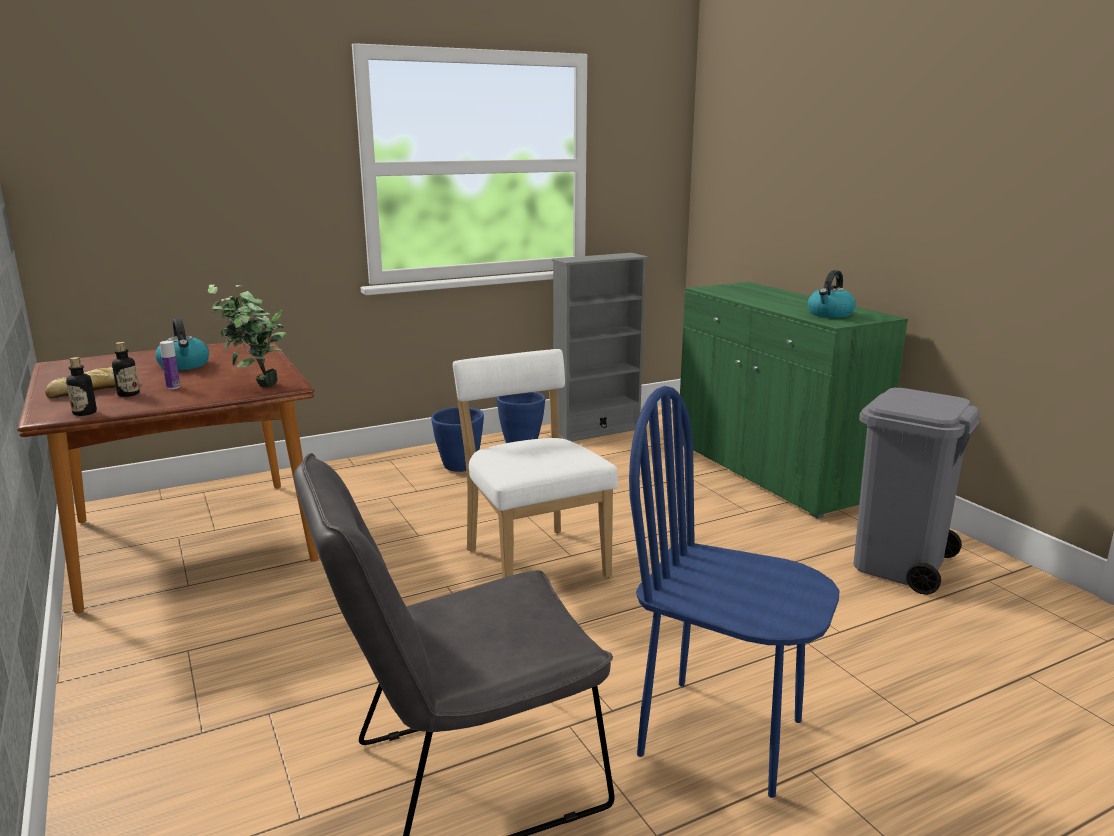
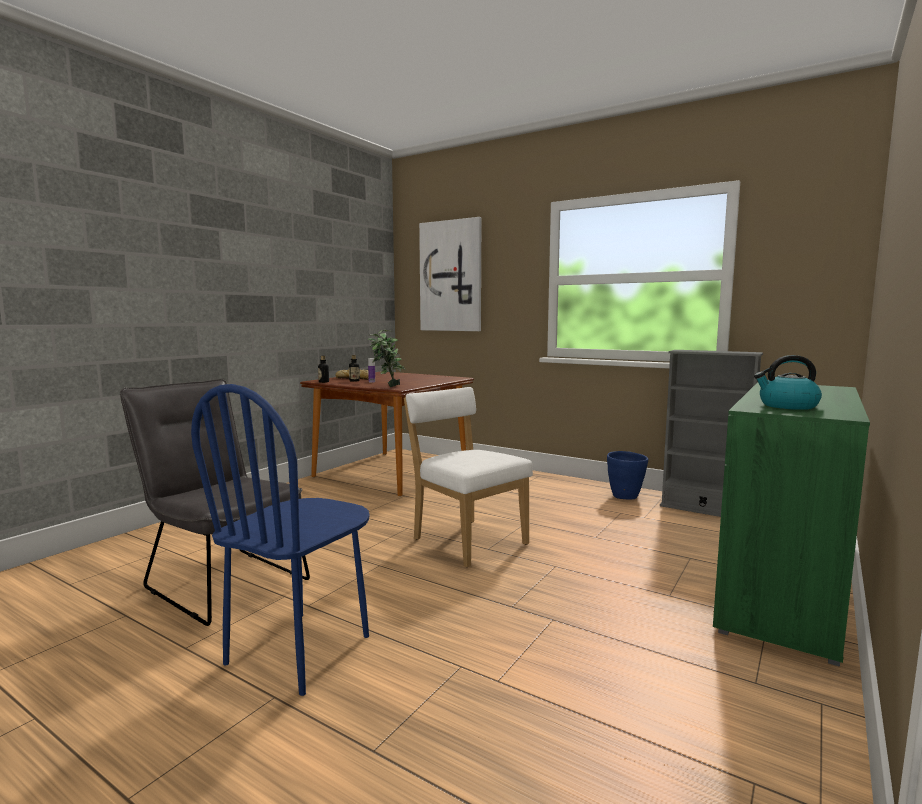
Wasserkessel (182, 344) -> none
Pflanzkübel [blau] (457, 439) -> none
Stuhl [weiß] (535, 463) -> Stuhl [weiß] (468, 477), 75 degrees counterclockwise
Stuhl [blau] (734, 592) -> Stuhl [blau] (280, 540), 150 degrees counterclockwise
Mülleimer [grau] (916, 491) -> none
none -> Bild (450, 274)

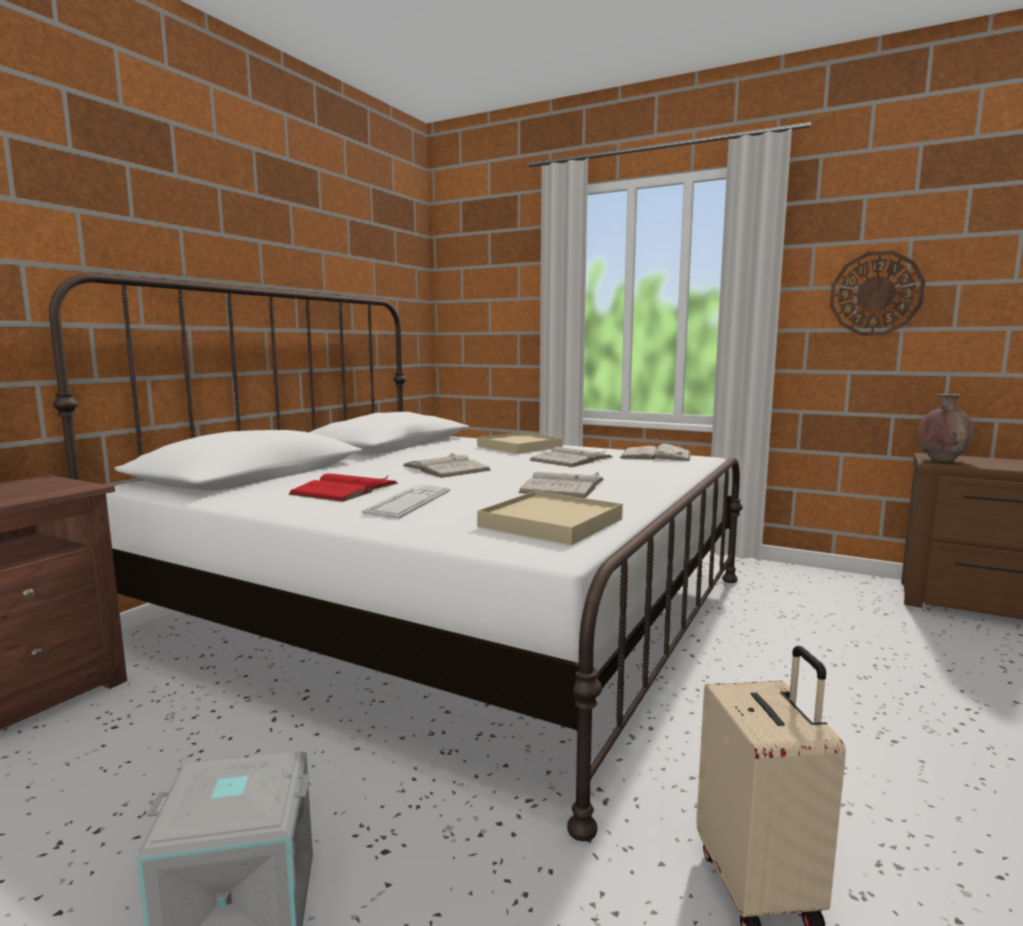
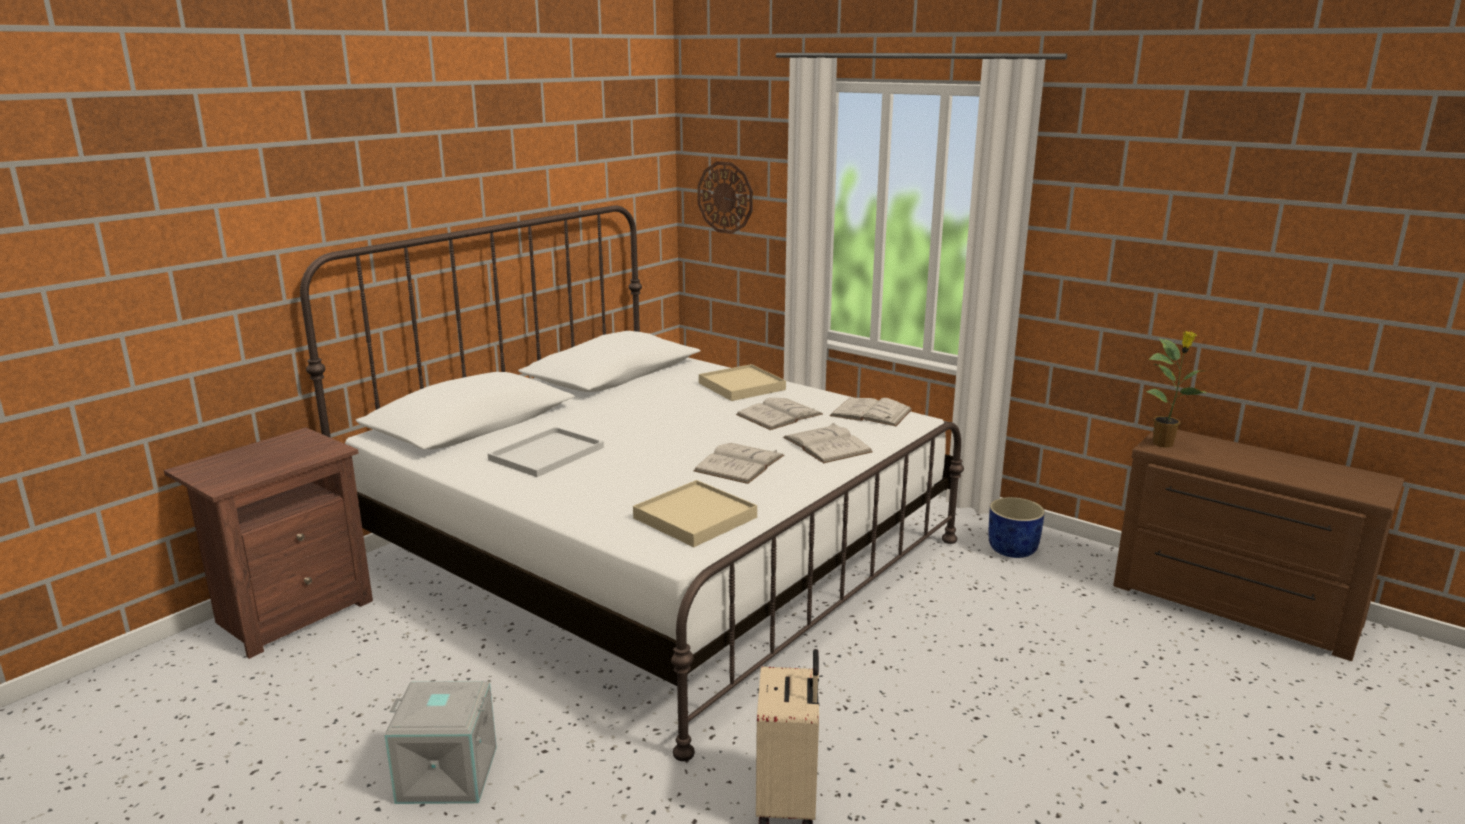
Buch [rot] (343, 488) -> Tablett [weiß] (546, 452)
Tastatur (406, 502) -> none
Buch [weiß] (446, 465) -> Buch [weiß] (828, 443), moved
Wanduhr (878, 293) -> Wanduhr (725, 197), moved
Vase [braun] (945, 428) -> Topfpflanze (1175, 389)
none -> Pflanzkübel [blau] (1016, 527)

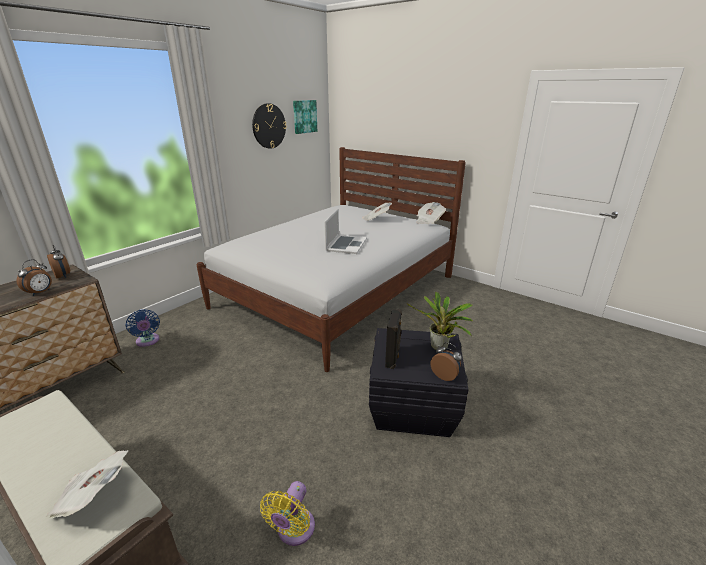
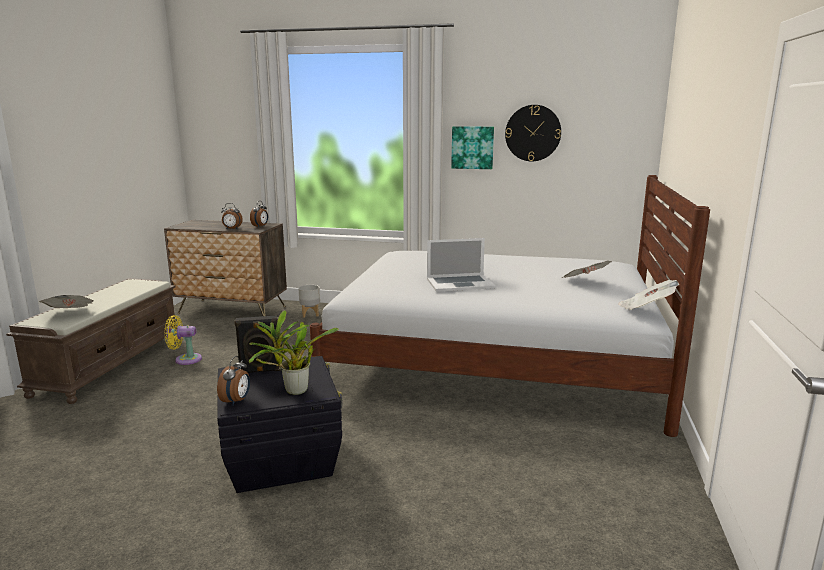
Ventilator [blau] (143, 328) -> Pflanzkübel [grau] (309, 301)
Ventilator [gelb] (287, 513) -> Ventilator [gelb] (183, 340), moved
Bild (305, 117) -> Bild (472, 147), moved

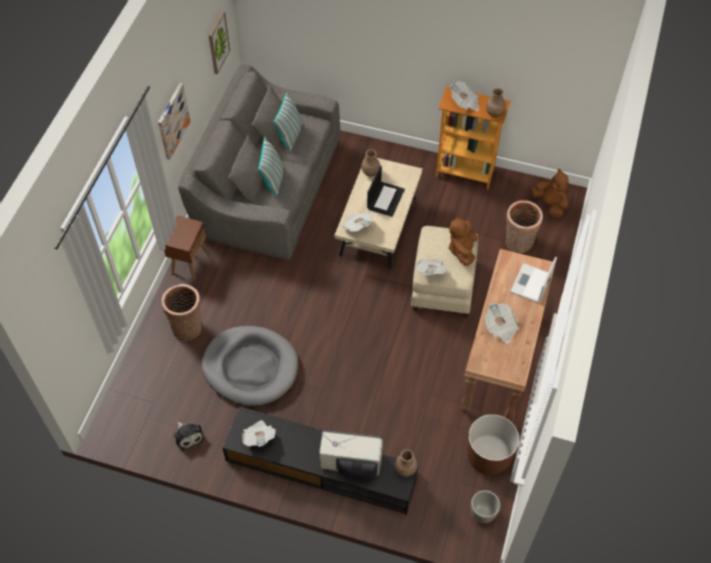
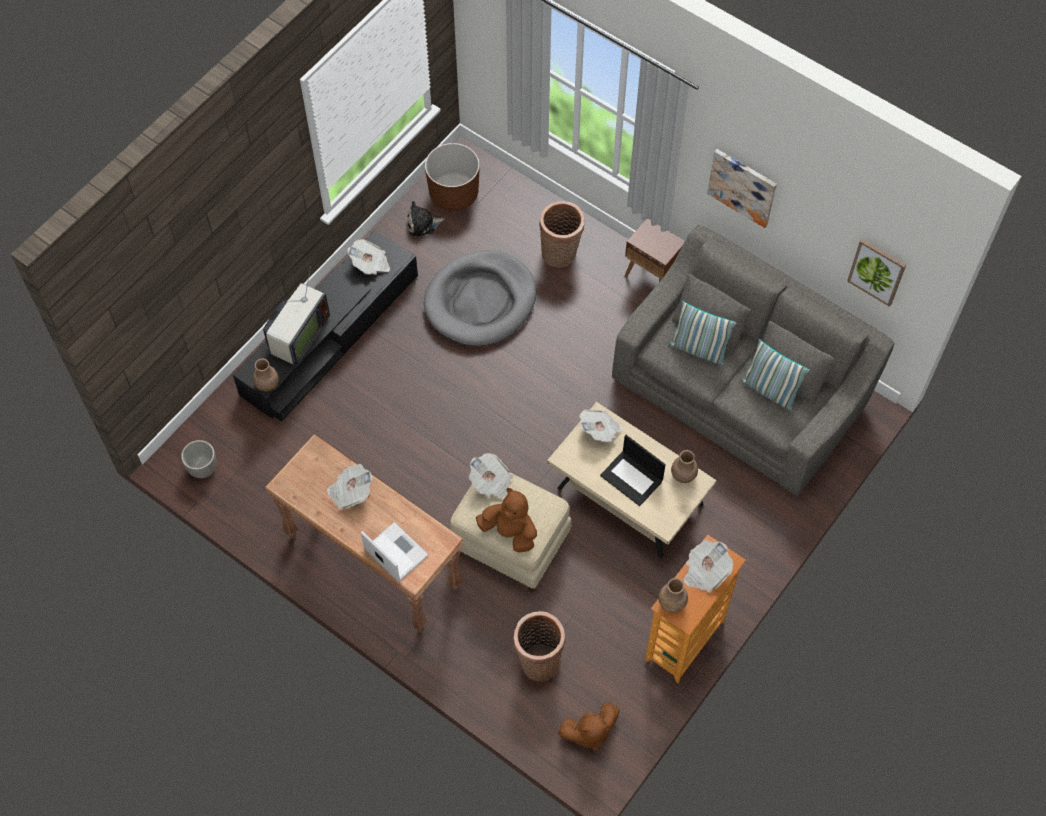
Pflanzkübel [braun] (493, 444) -> Pflanzkübel [braun] (452, 177), moved

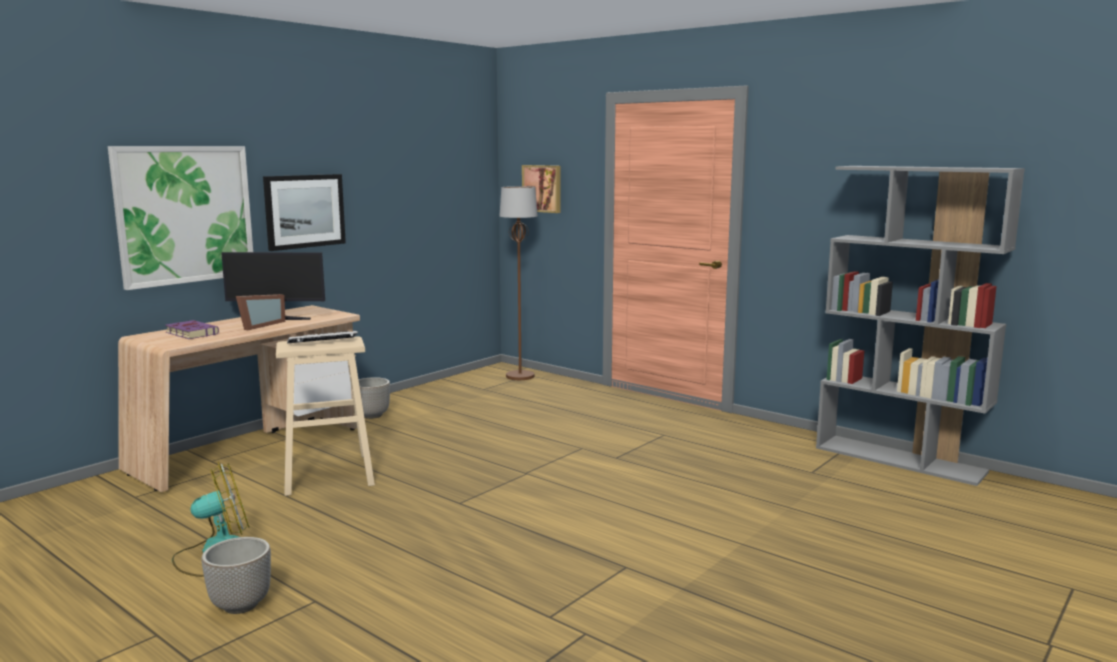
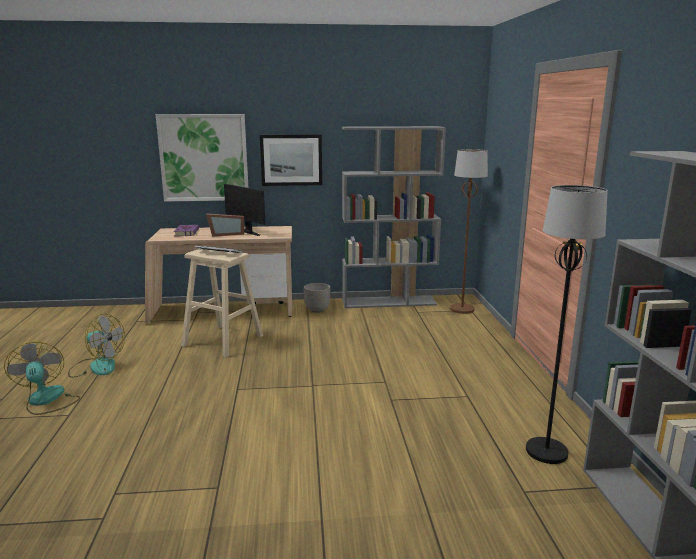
Pflanzkübel (236, 575) -> Ventilator (42, 378)
Bild (541, 189) -> none
none -> Bücherregal [grau] (394, 217)
none -> Stehlampe [schwarz] (567, 324)

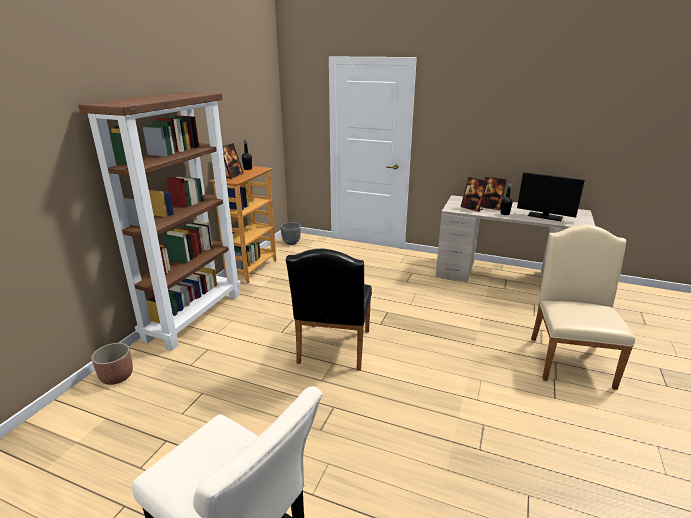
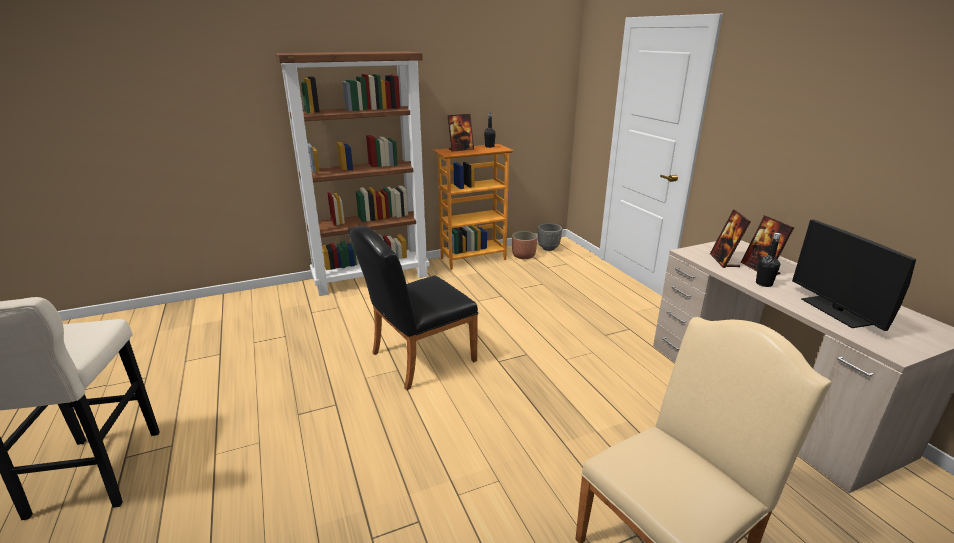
Pflanzkübel (112, 364) -> Pflanzkübel (524, 245), moved

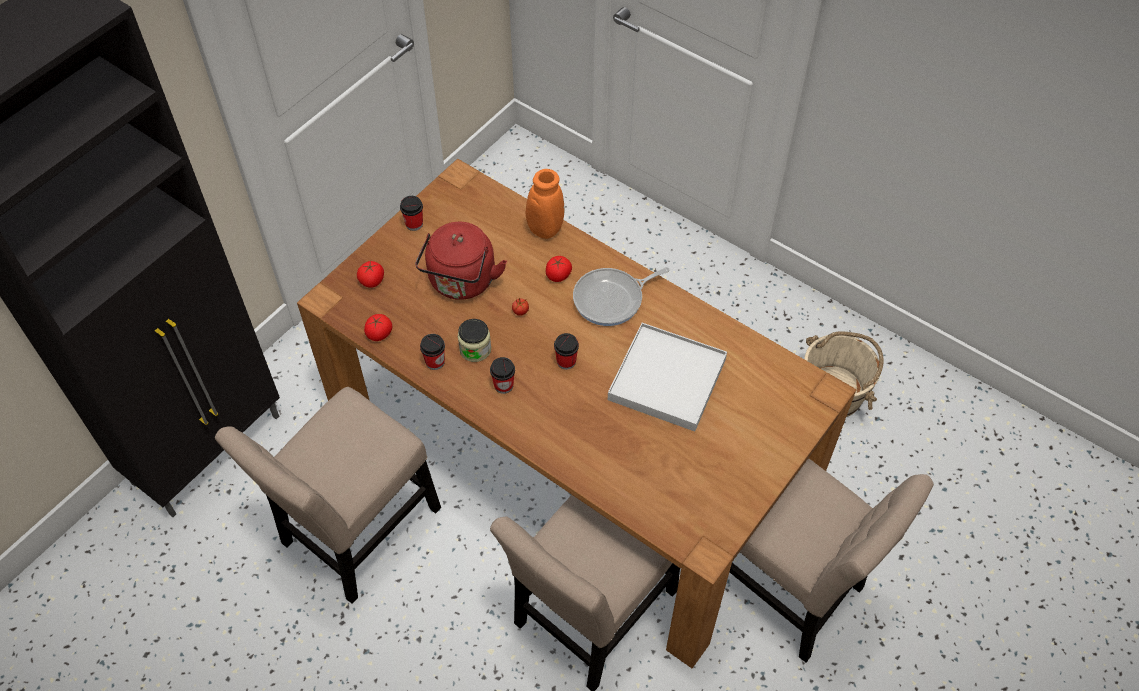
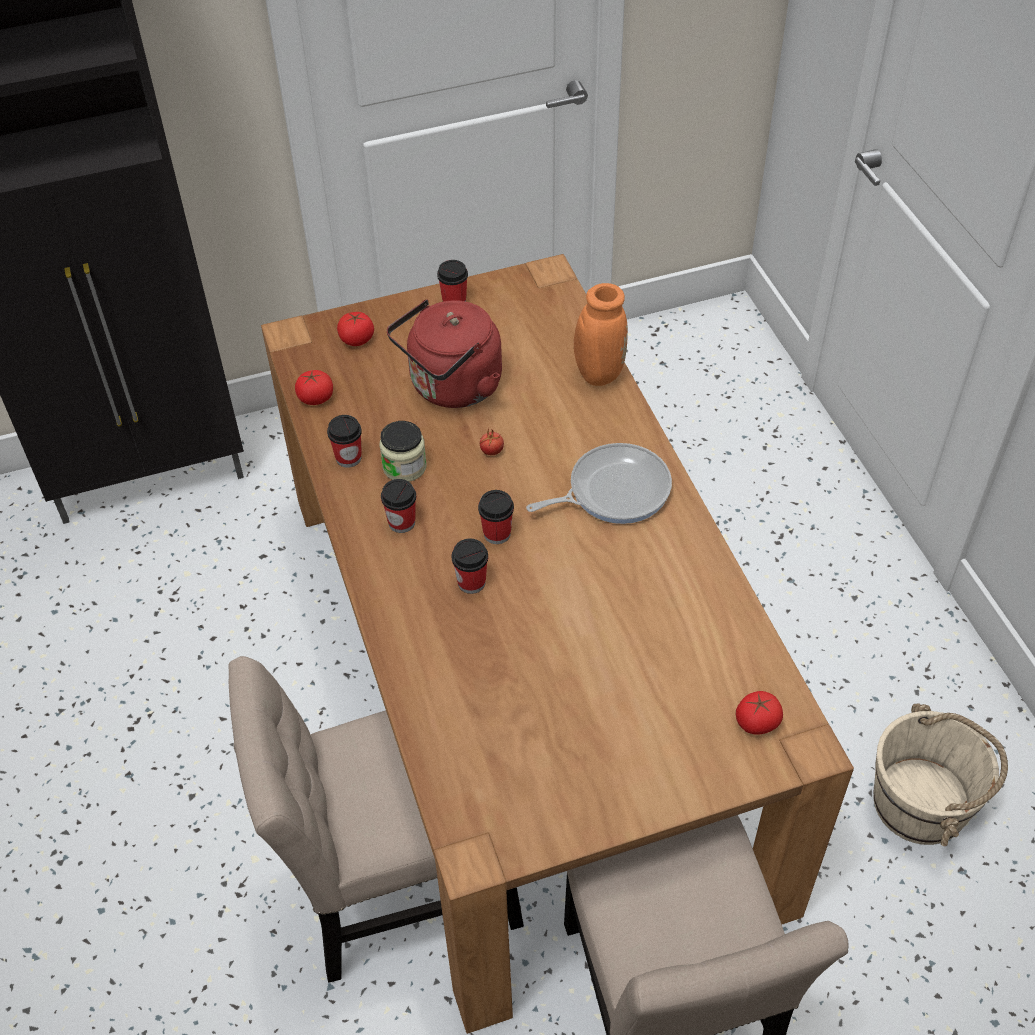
Stuhl [beige] (328, 495) -> none
Tomate (559, 269) -> Tomate (759, 712), moved
Pfanne (621, 296) -> Pfanne (599, 483), 150 degrees clockwise
Tablett [weiß] (667, 377) -> none
none -> Tasse (470, 566)

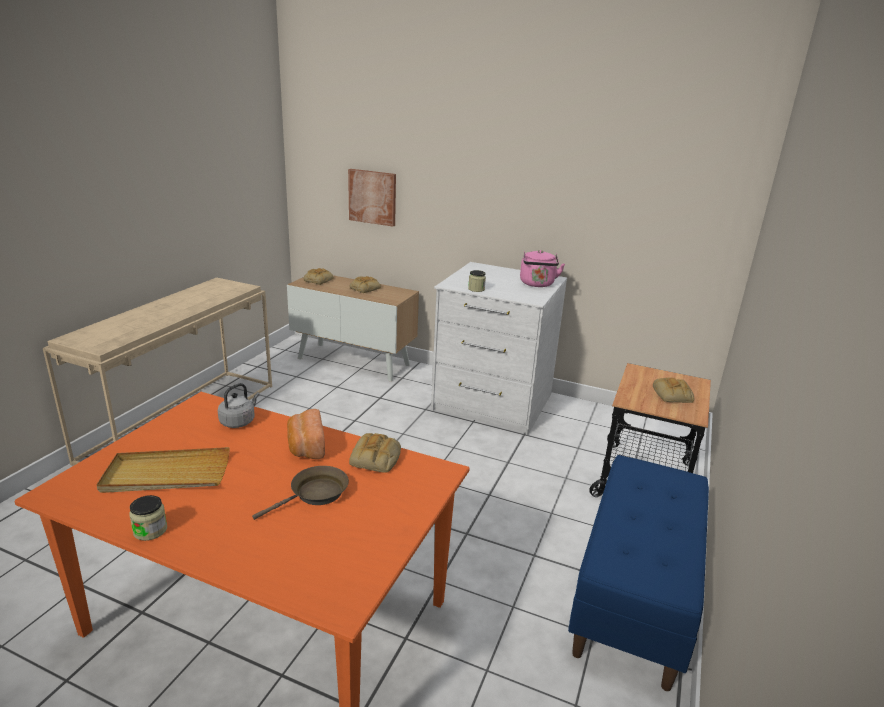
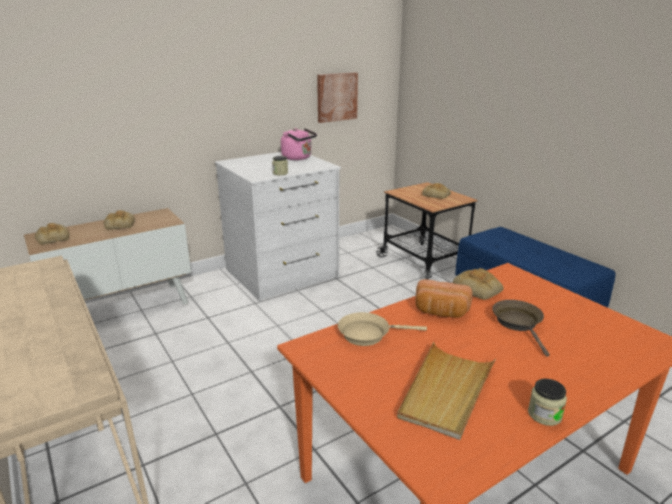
Wasserkessel [grau] (239, 405) -> Pfanne [beige] (382, 329)
Bild (372, 198) -> Bild (337, 97), moved

